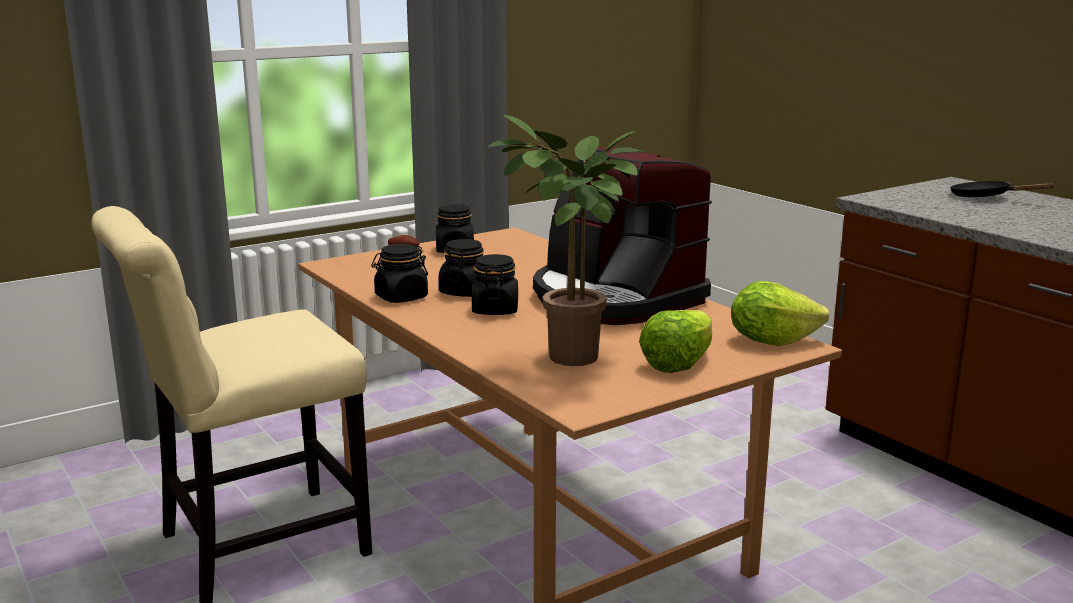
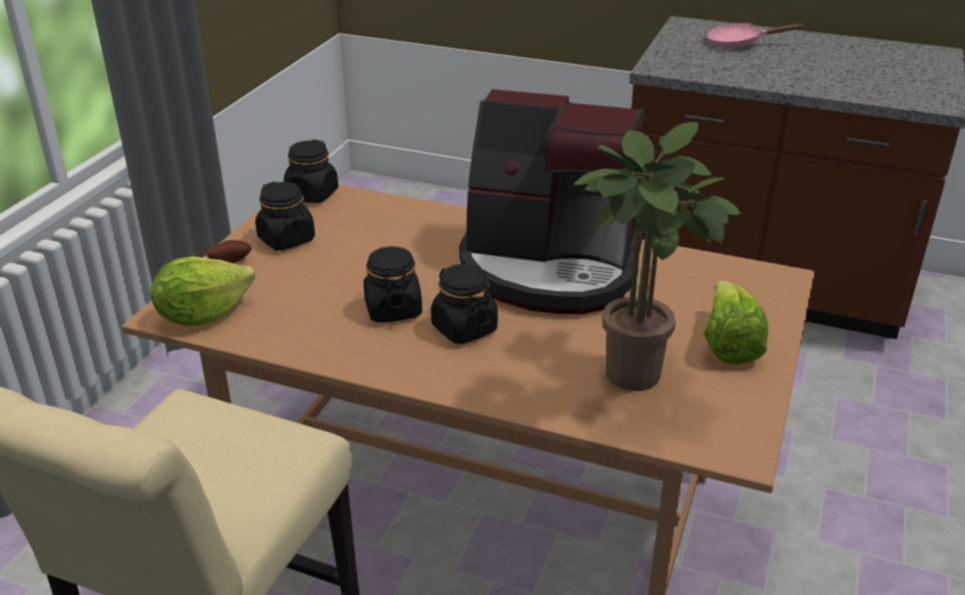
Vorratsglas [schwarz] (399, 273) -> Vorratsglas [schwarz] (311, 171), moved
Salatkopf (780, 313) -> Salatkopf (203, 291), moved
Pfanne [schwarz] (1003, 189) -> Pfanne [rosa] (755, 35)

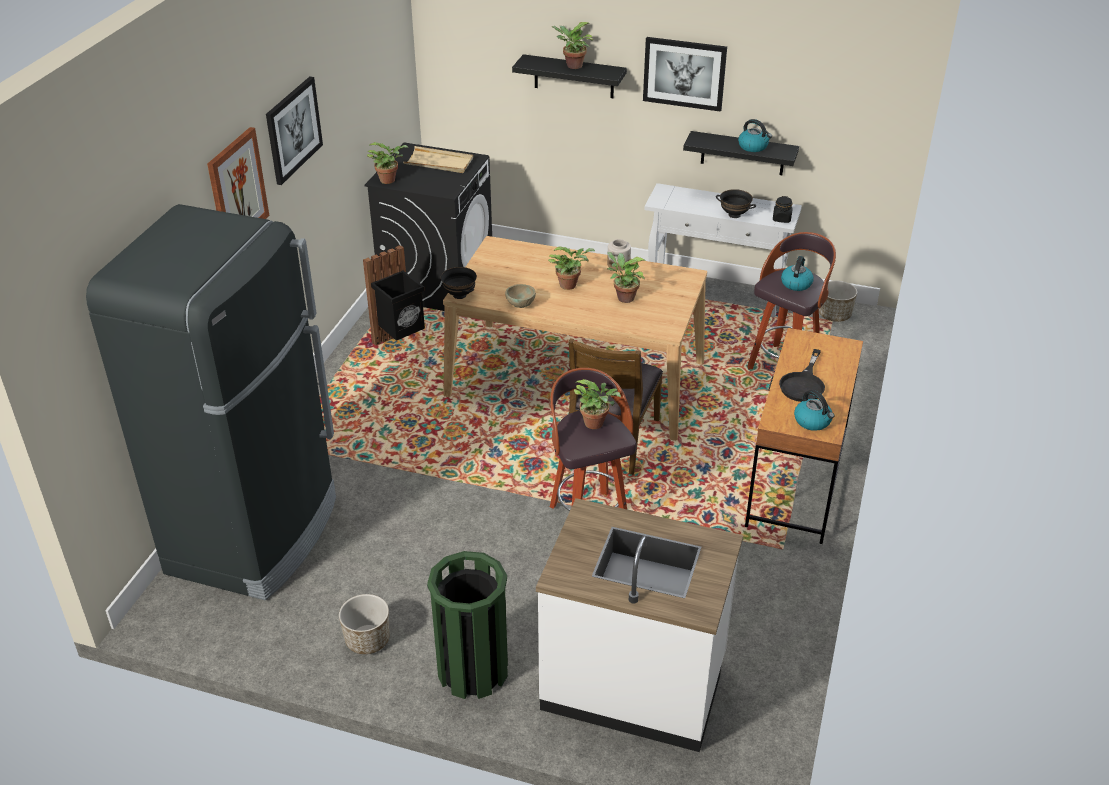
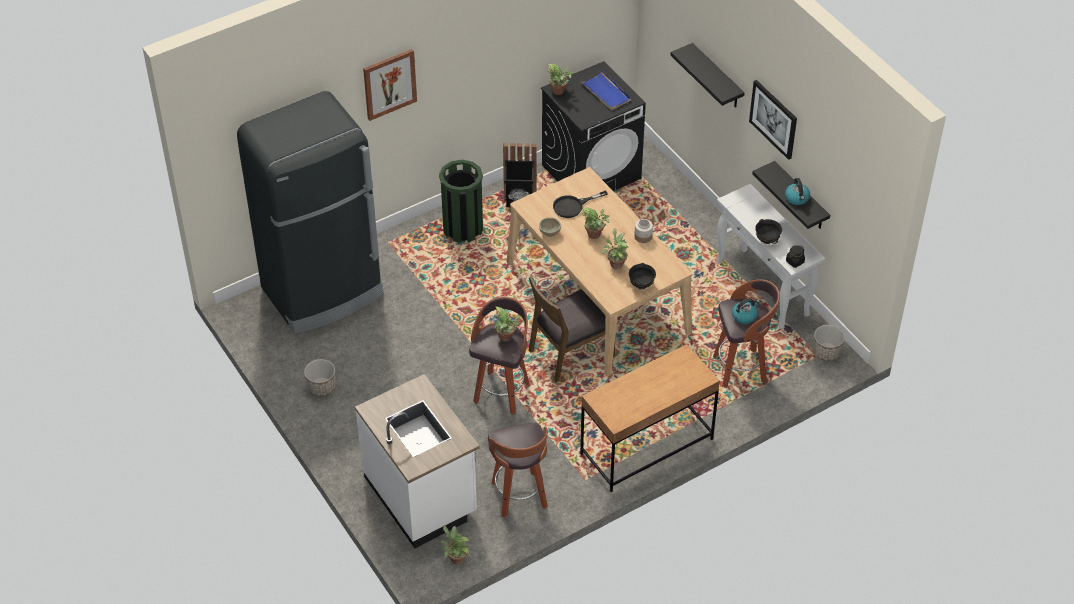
Bild (294, 130) -> none
Tablett [beige] (438, 159) -> Tablett [blau] (605, 90)
Mülleimer [grün] (467, 625) -> Mülleimer [grün] (461, 201), moved
Schüssel [schwarz] (459, 283) -> Schüssel [schwarz] (642, 276), moved
Topfpflanze (573, 45) -> Topfpflanze (455, 545), moved
Pfanne [schwarz] (802, 375) -> Pfanne [schwarz] (580, 204), moved
Wasserkessel (814, 410) -> none
none -> Hocker (518, 470)

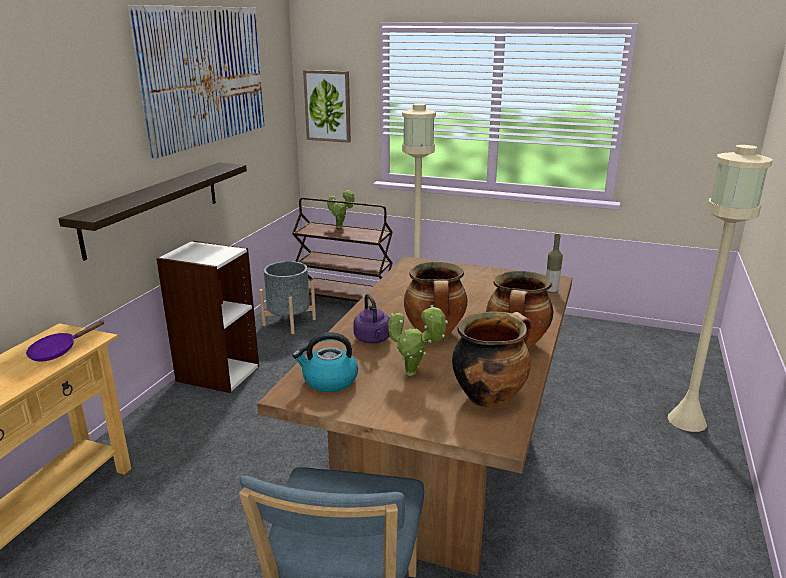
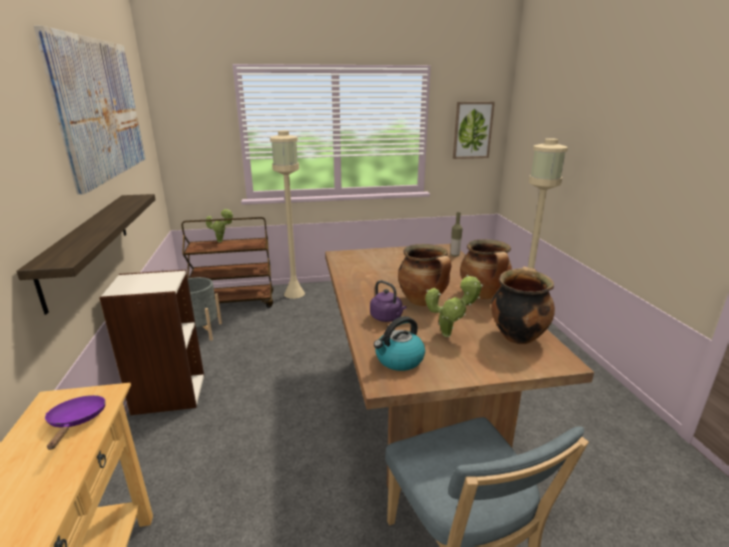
Pfanne [lila] (65, 341) -> Pfanne [lila] (75, 422), 150 degrees clockwise
Bild (327, 106) -> Bild (474, 130), moved

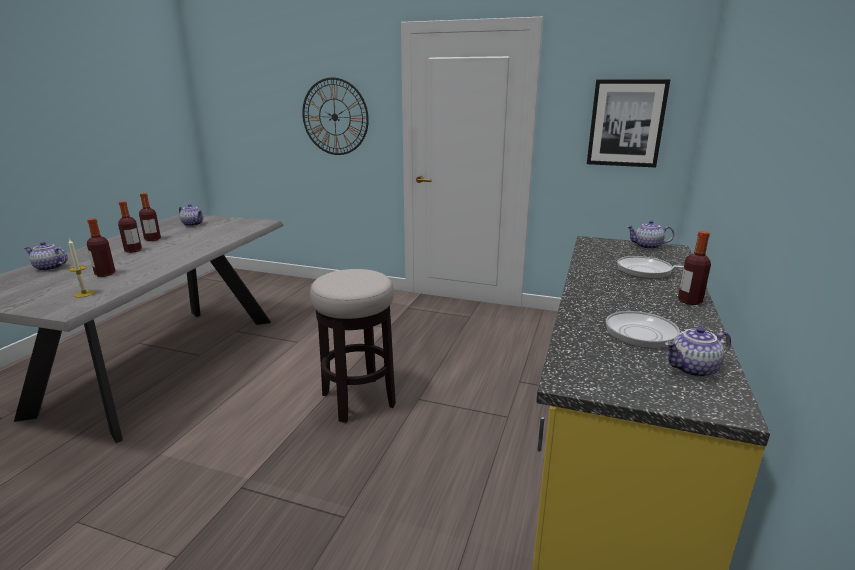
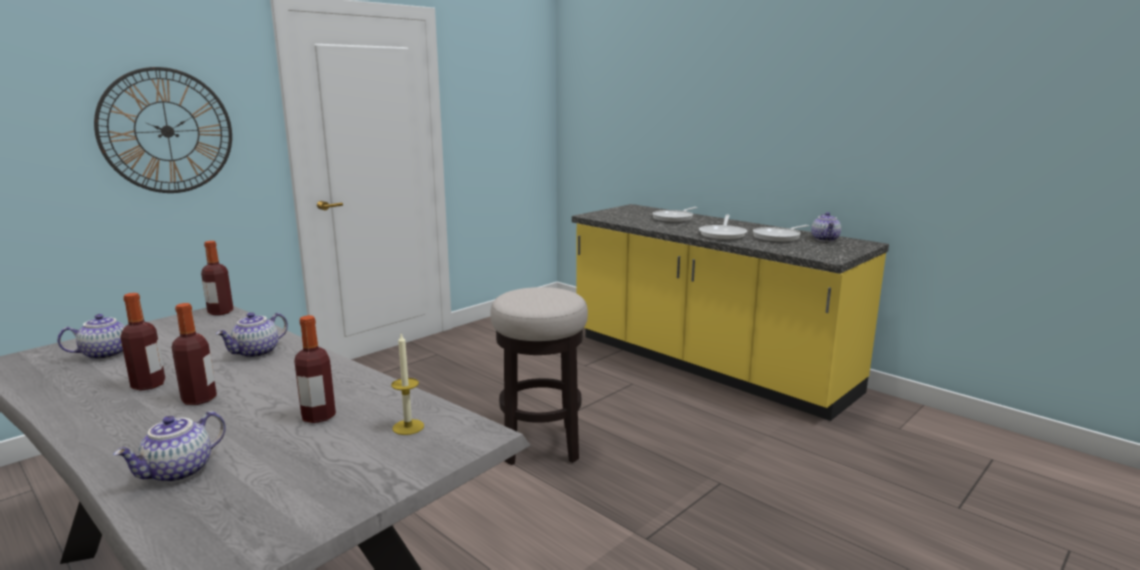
Bild (628, 123) -> none
Teekanne (650, 234) -> Teekanne (252, 335), moved
Flasche (694, 268) -> Flasche (217, 278), moved
none -> Pfanne (723, 227)

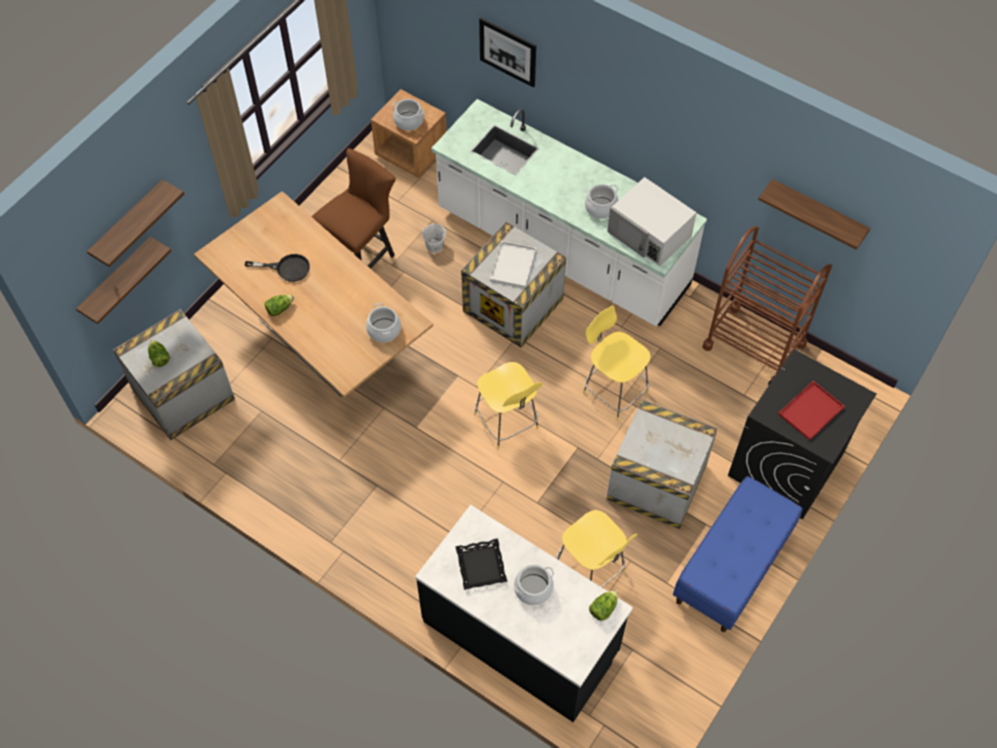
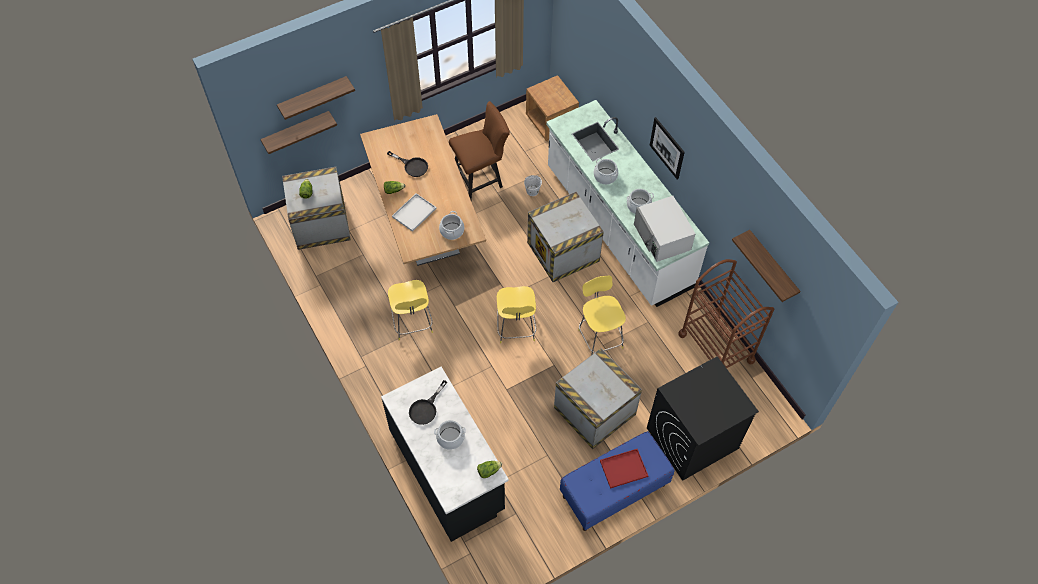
Kochtopf (408, 115) -> Kochtopf (606, 171), moved
Tablett [schwarz] (481, 564) -> Pfanne [schwarz] (428, 402)
Bild (507, 53) -> Bild (667, 148), moved
Tablett [weiß] (513, 264) -> Tablett [weiß] (414, 212), moved
Hocker [gelb] (597, 548) -> Hocker [gelb] (410, 310), moved
Tablett [rot] (811, 411) -> Tablett [rot] (624, 469), moved

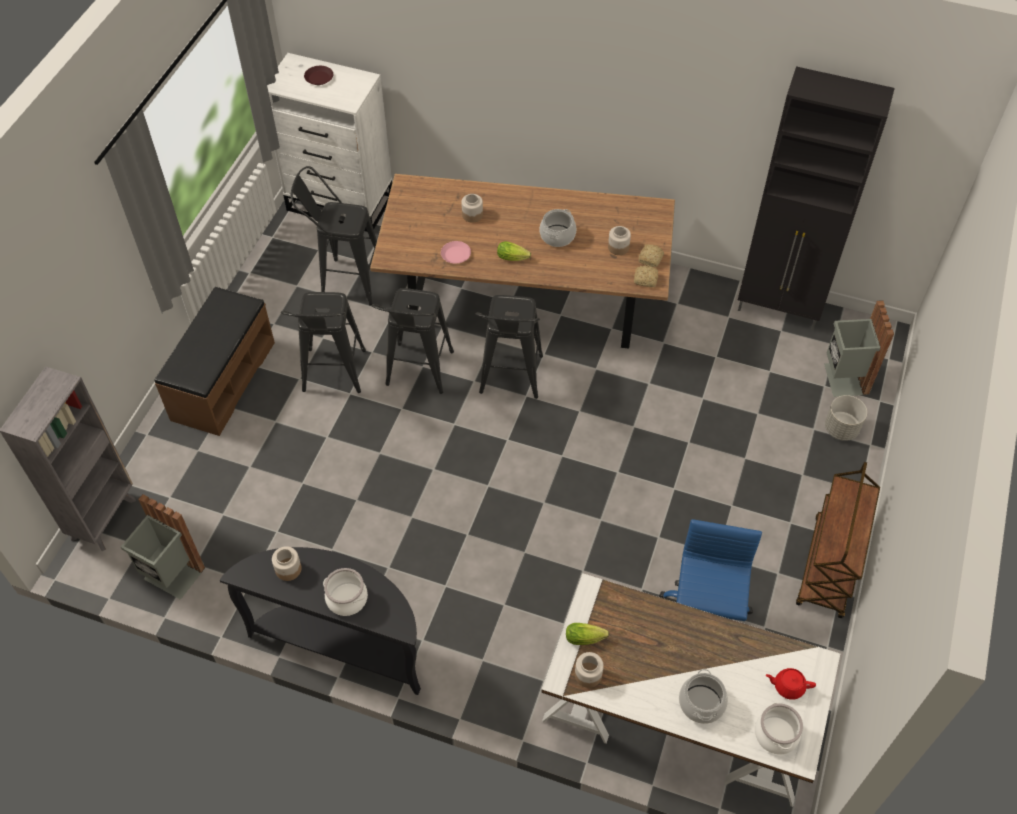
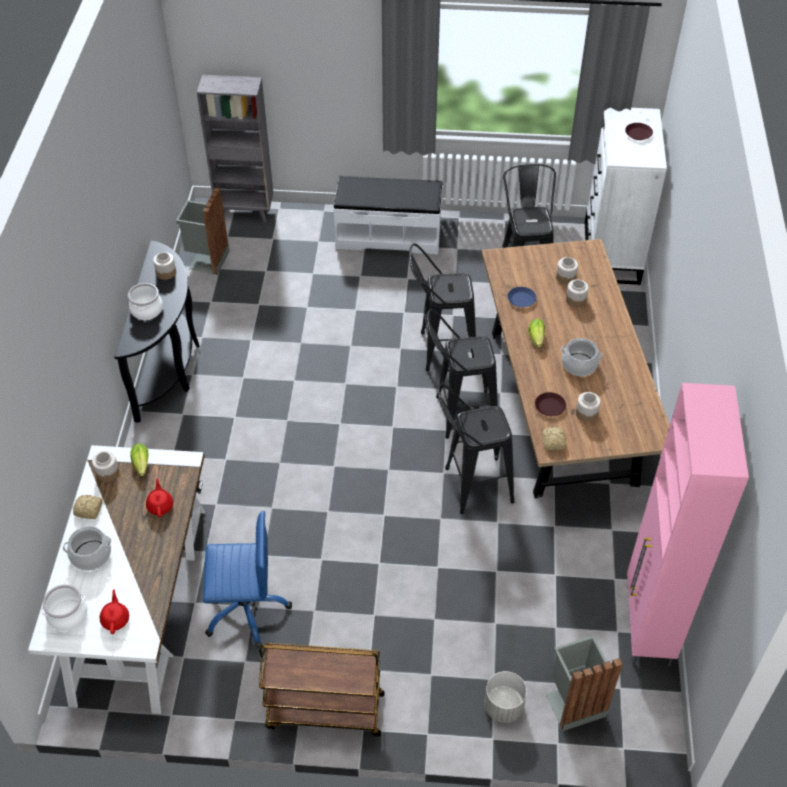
Bank [braun] (214, 361) -> Bank [weiß] (387, 215)
Hocker [schwarz] (323, 342) -> Hocker [schwarz] (475, 448), moved
Teller [rosa] (456, 252) -> Teller [blau] (522, 297)
Brot (651, 255) -> Brot (88, 507), moved
Schrank [schwarz] (816, 198) -> Schrank [rosa] (688, 525)
none -> Teekanne [rot] (159, 497)
none -> Teller [braun] (550, 404)
none -> Vorratsglas (567, 271)

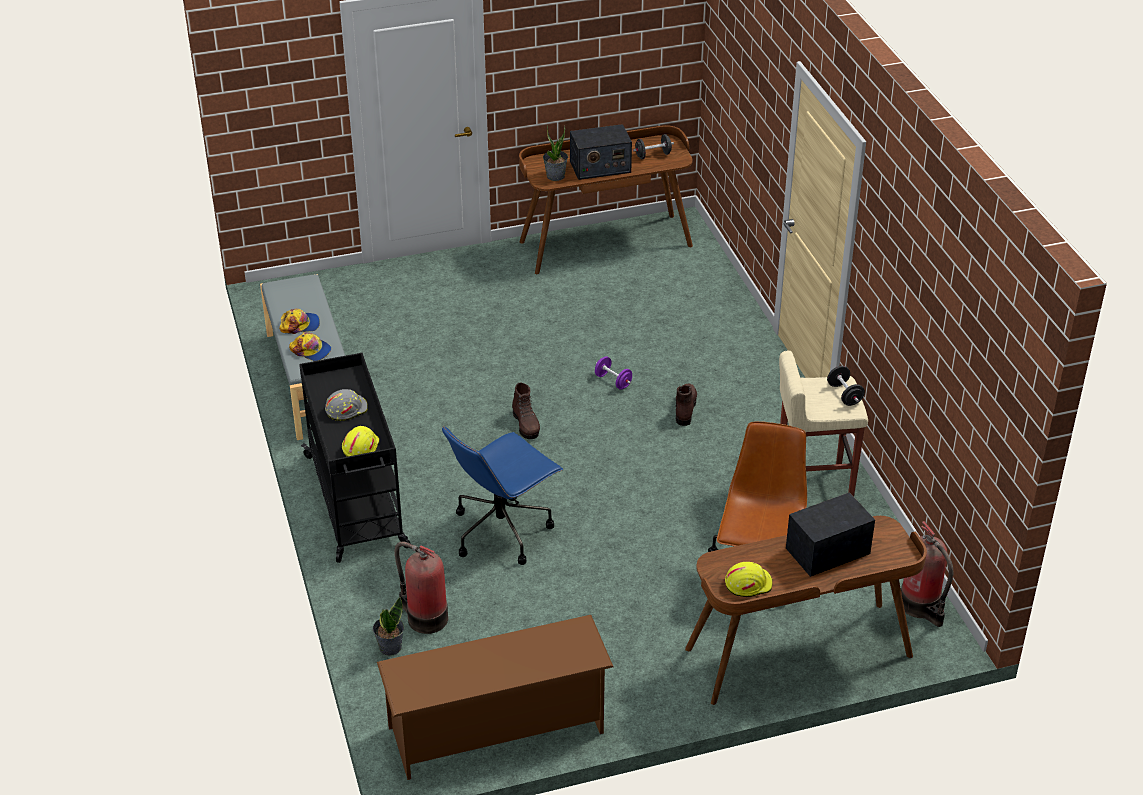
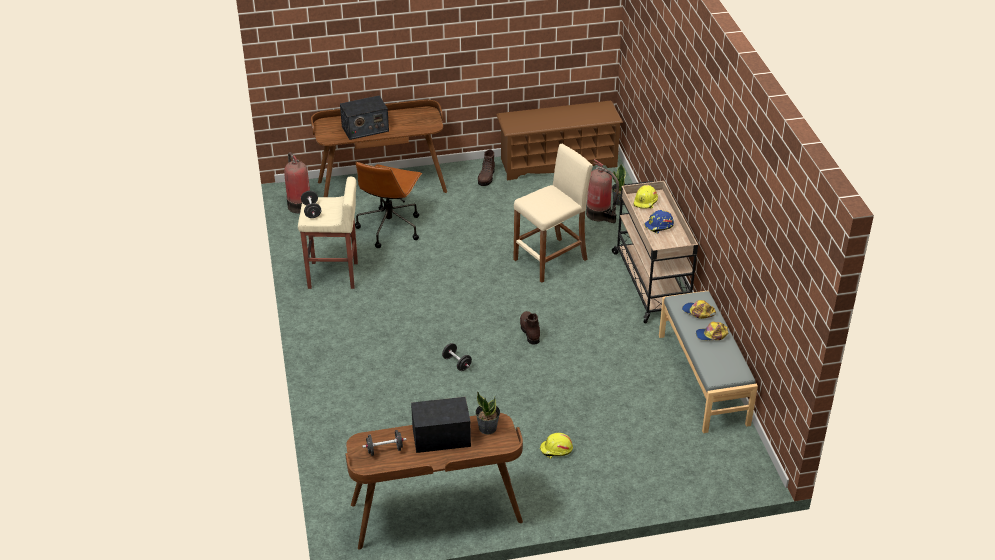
Rollwagen [schwarz] (354, 458) -> Rollwagen [beige] (655, 252)
Schutzhelm [grau] (346, 405) -> Schutzhelm [blau] (659, 222)
Bürostuhl [blau] (502, 495) -> Hocker [beige] (553, 213)
Hantel [lila] (613, 373) -> Hantel [schwarz] (457, 357)
Stiefel [braun] (686, 405) -> Stiefel [braun] (486, 167), moved
Schutzhelm [gelb] (749, 579) -> Schutzhelm [gelb] (556, 445), moved

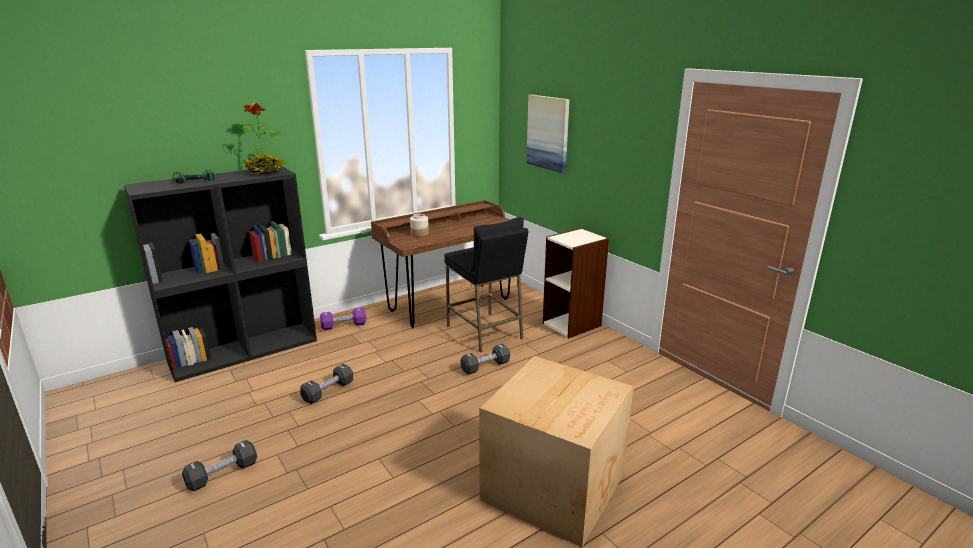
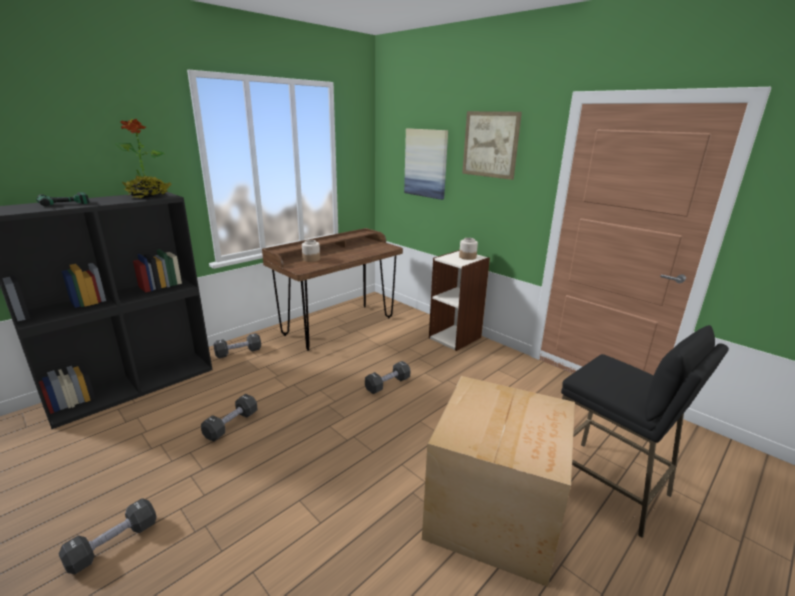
Hantel [lila] (343, 318) -> Hantel [schwarz] (237, 345)
Hocker [schwarz] (486, 284) -> Hocker [schwarz] (645, 431), moved
none -> Vorratsglas (468, 249)
none -> Bild (492, 145)

